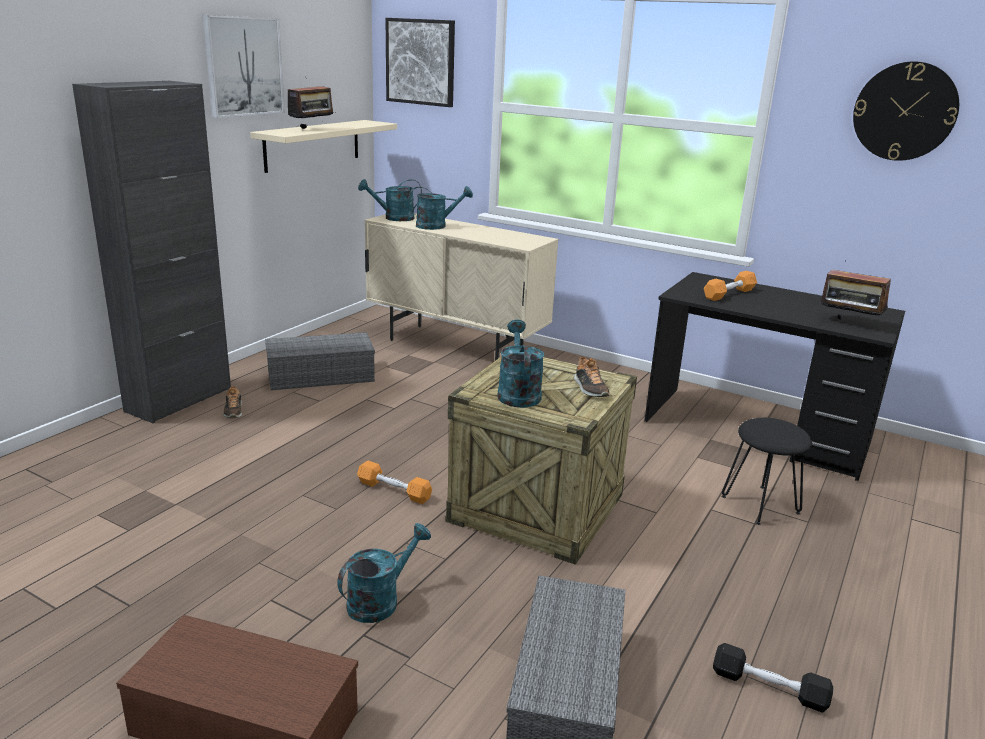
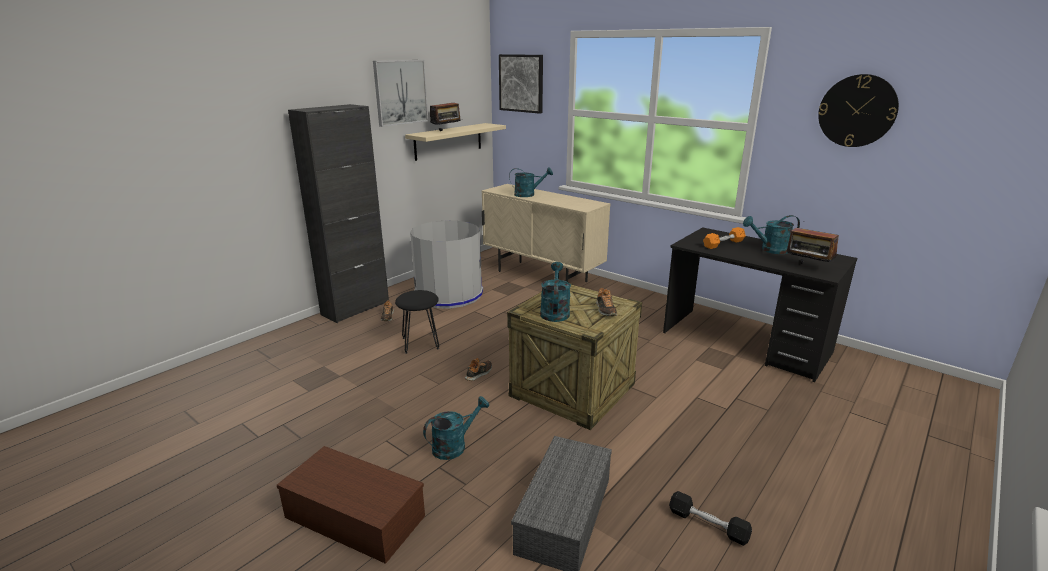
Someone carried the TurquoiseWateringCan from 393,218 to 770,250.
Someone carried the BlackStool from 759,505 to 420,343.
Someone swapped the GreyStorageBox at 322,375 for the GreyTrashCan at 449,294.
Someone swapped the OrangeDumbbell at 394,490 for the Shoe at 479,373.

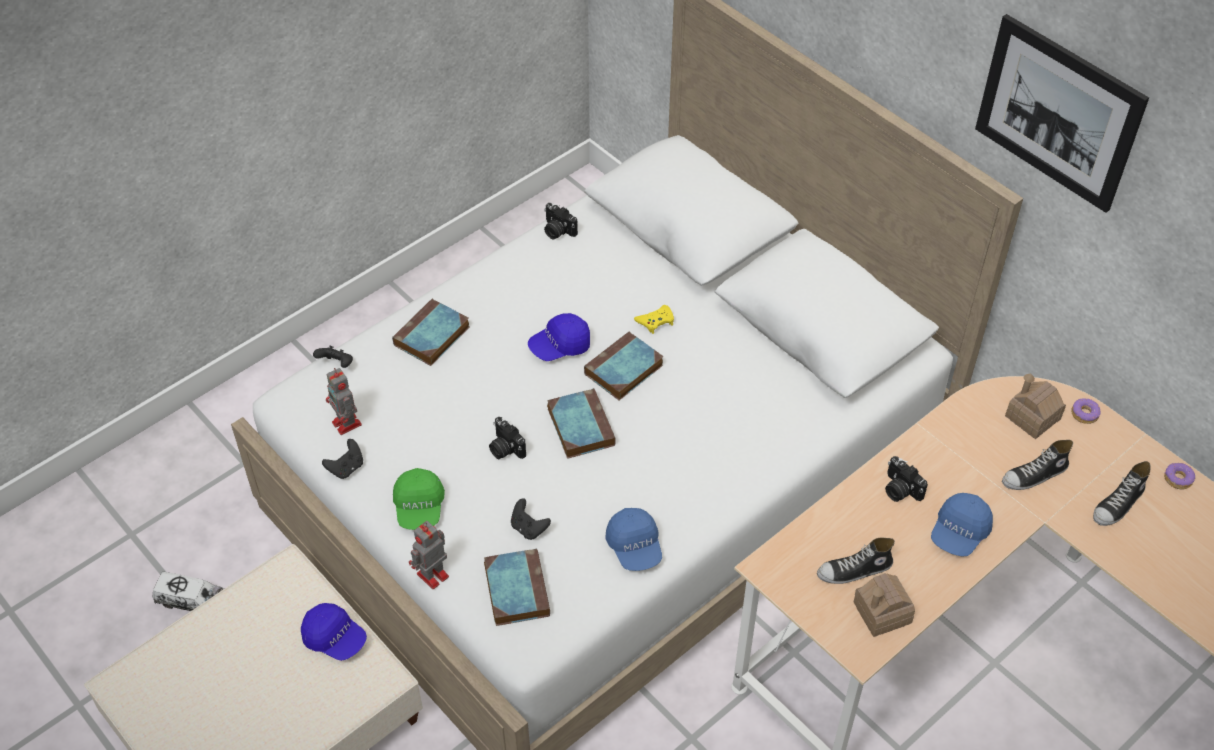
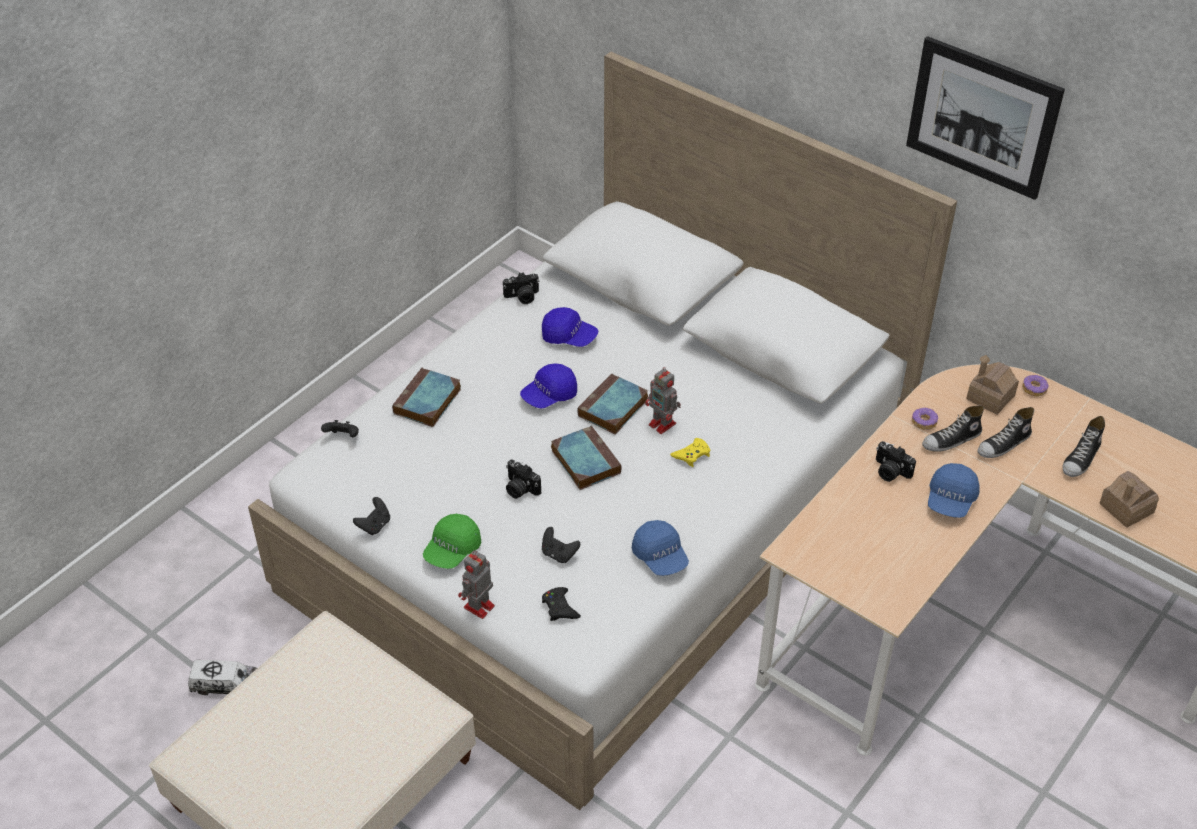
Someone carried the BlueCap from 335,638 to 569,337.
Someone carried the ToyRobot from 347,424 to 663,425.
Someone carried the YellowGameController from 656,321 to 692,455.
Someone carried the Shoe from 854,571 to 951,440.
Someone carried the ToyHouse from 882,612 to 1126,508.
Someone carried the Donut from 1177,479 to 923,422.
Someone swapped the Book at 516,589 for the BlackGameController at 560,607.
Someone rotated the GreenCap at 419,507 by 45 degrees clockwise.
Someone rotated the PhotoCamera at 557,230 by 45 degrees counterclockwise.

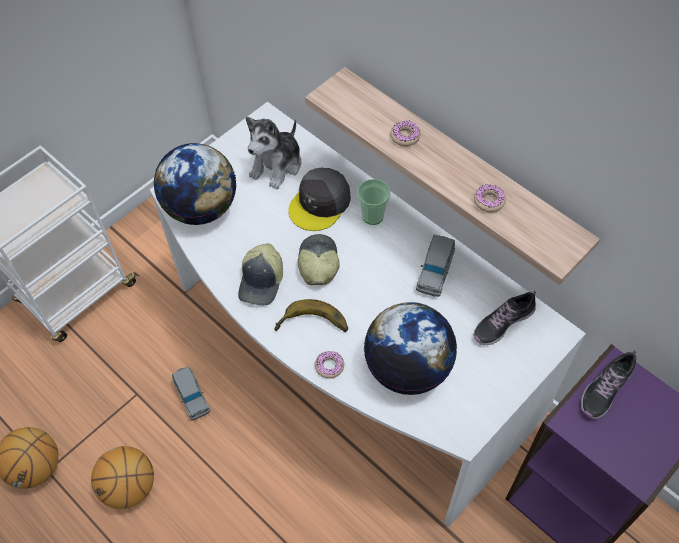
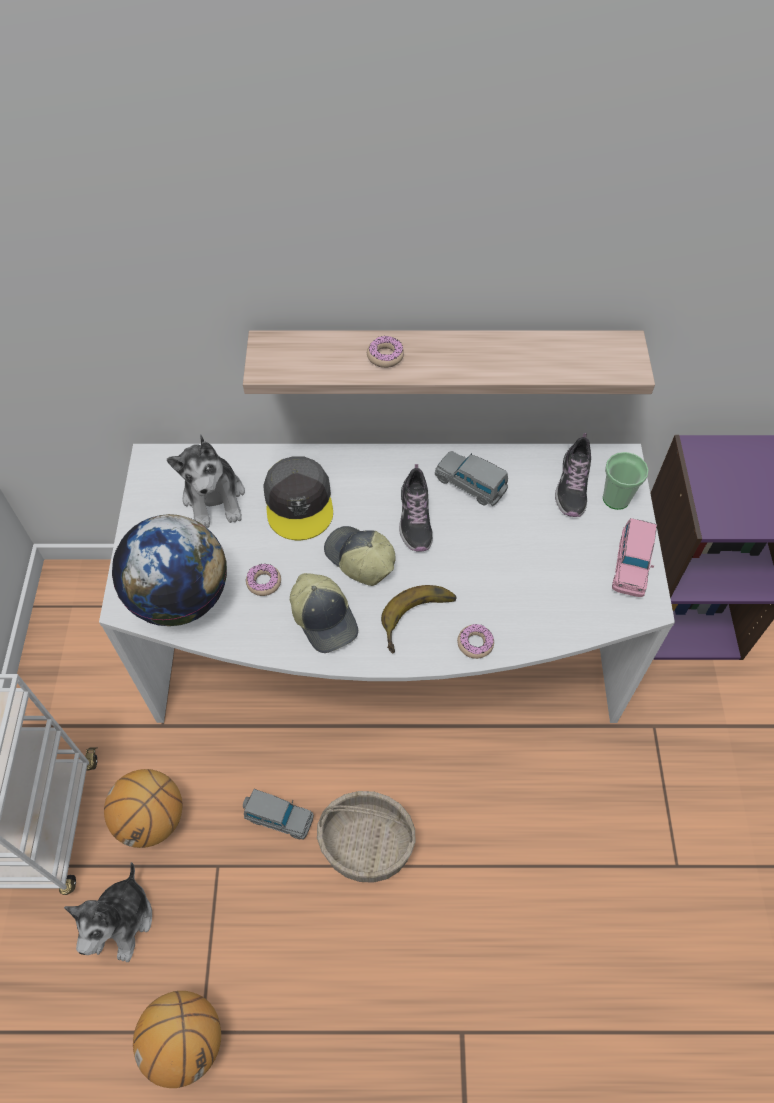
Someone took away the Globe at 408,368.
Someone put down the PlushToy at 122,921.
Someone put down the Basket at 368,845.
Someone put down the PinkToyCar at 631,565.
Someone carried the Basketball from 129,487 to 152,818.
Someone carried the Cup from 373,216 to 616,498.
Someone carried the Donut from 489,201 to 264,582.
Someone carried the Shoe from 605,389 to 415,518.
Someone rotated the GreyToyCar at 435,272 by 150 degrees clockwise.

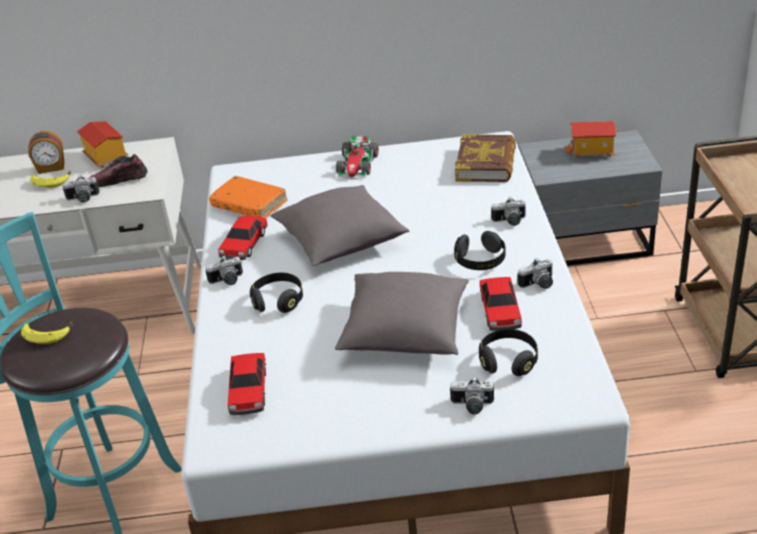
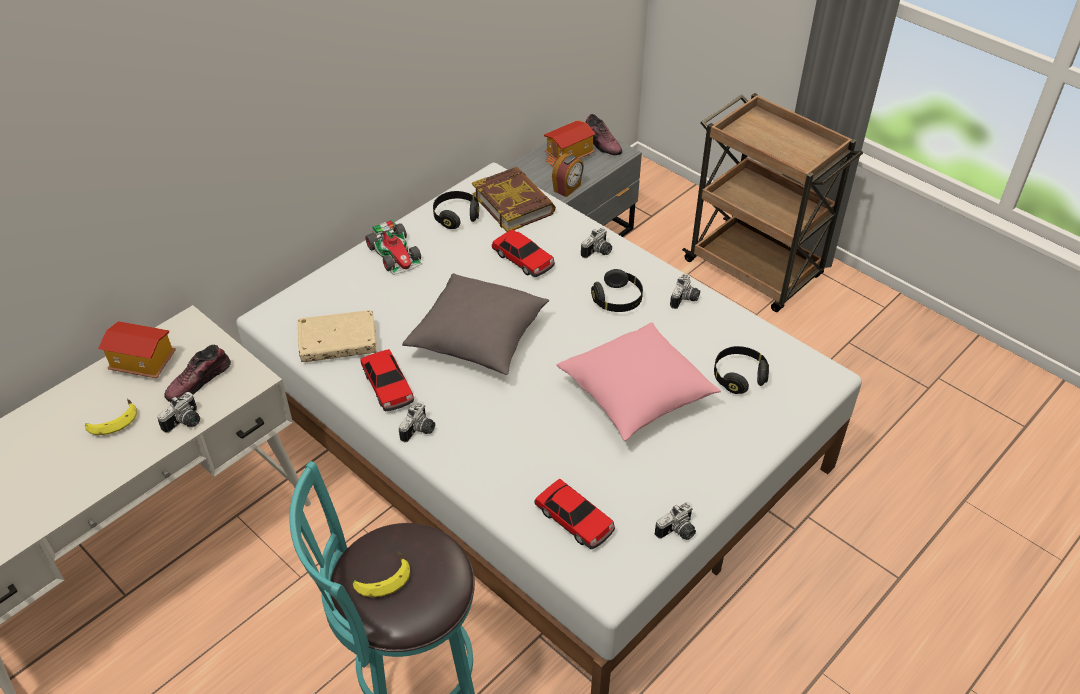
Someone put down the Shoe at 601,143.
Someone carried the AlarmClock from 51,168 to 567,188.
Someone carried the BlackHeadphones from 278,301 to 456,216.
Someone carried the PhotoCamera from 472,406 to 678,532.
Someone carried the ToyCar from 500,311 to 523,260.
Someone repainted the OrangeBook at 249,205, which became the BeigeBook at 338,343.
Someone repainted the GreyPillow at 405,333, which became the PinkPillow at 636,396.

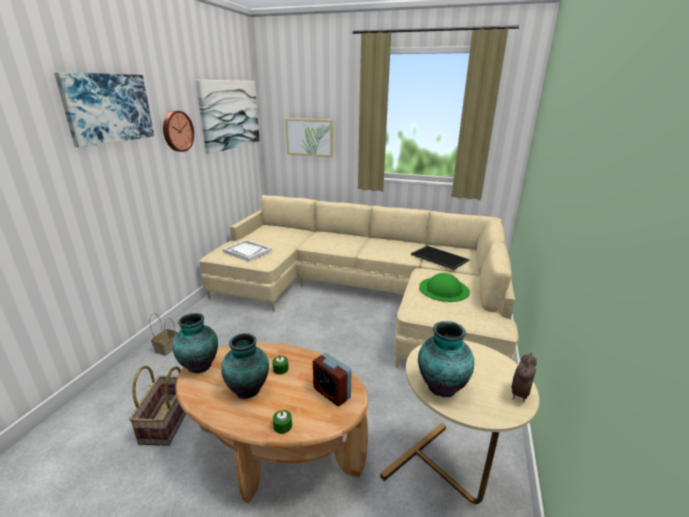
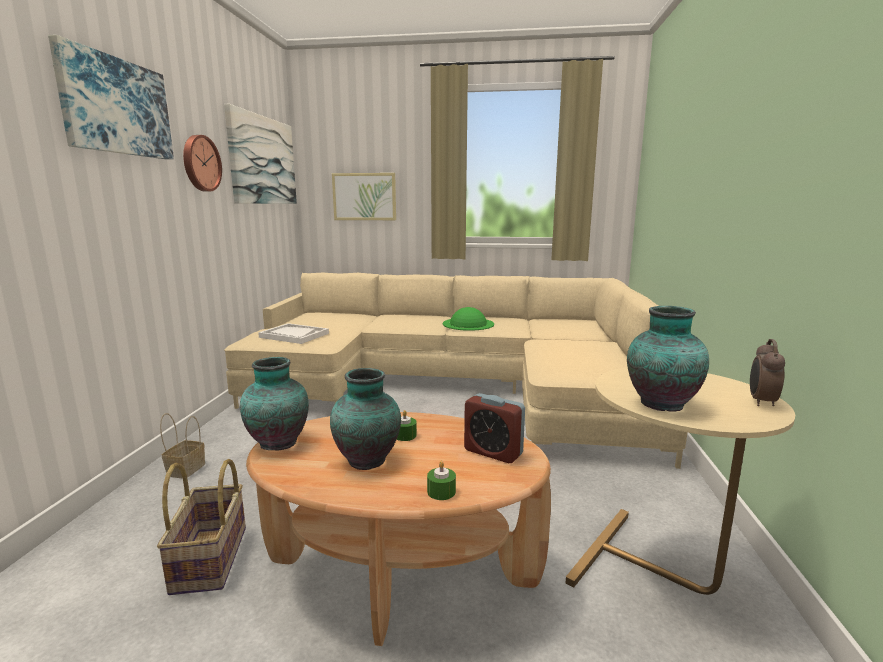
Someone took away the Tray at 438,257.
Someone carried the GreenHat from 444,289 to 468,324.

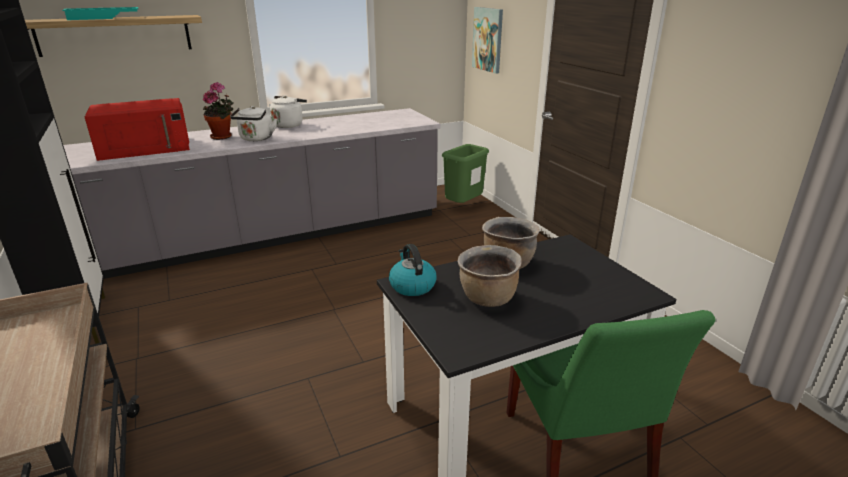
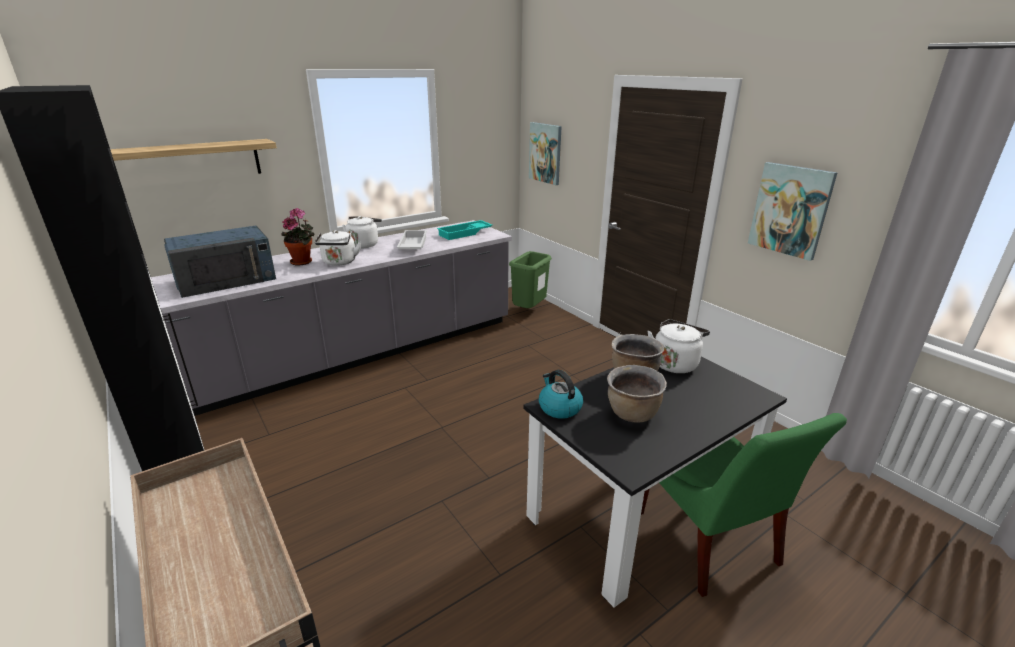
Someone put down the WhiteTray at 412,245.
Someone put down the WhiteKettle at 675,363.
Someone put up the Picture at 790,210.
Someone carried the TurquoiseTray from 103,18 to 465,233.
Someone repainted the RedMicrowave at 146,148, which became the BlueMicrowave at 227,279.

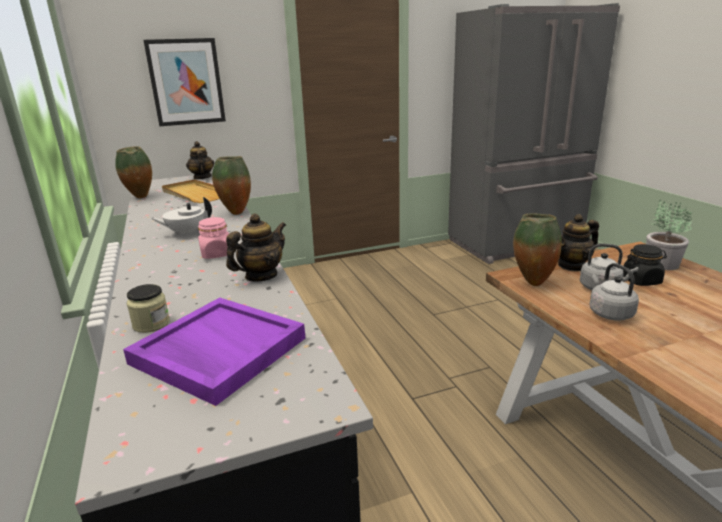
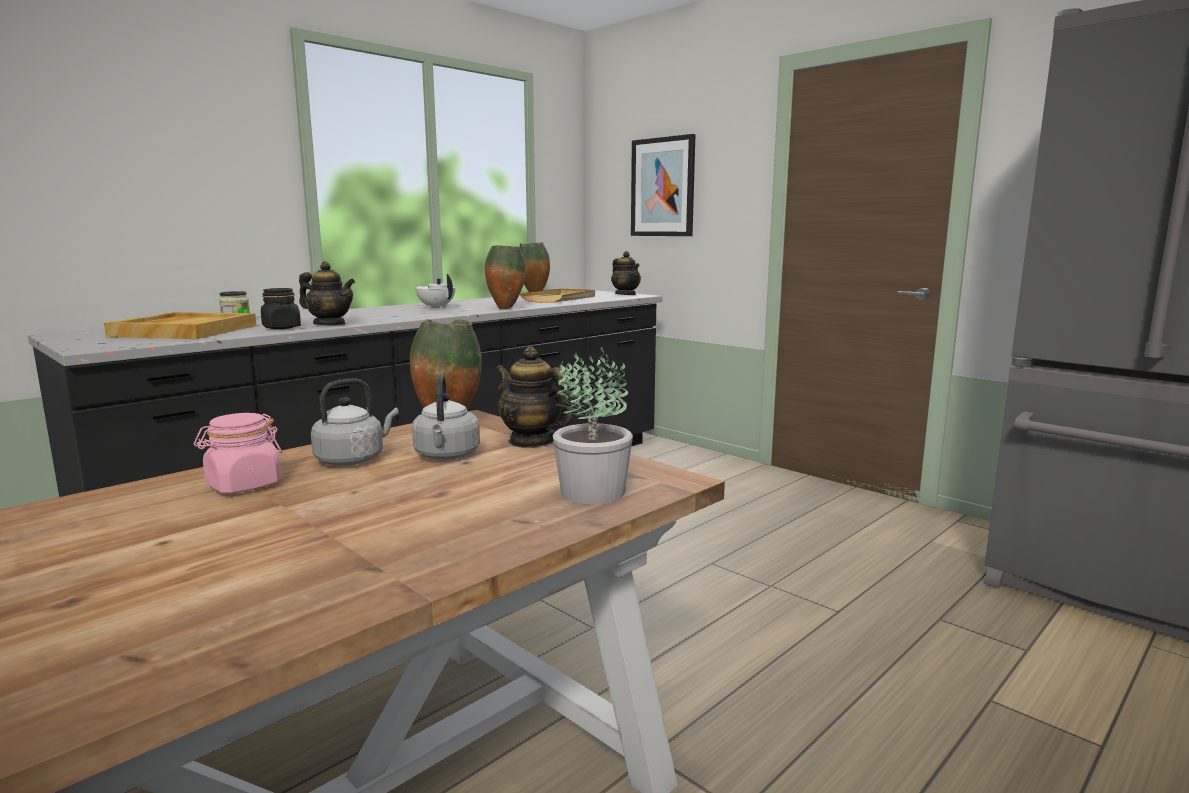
Someone carried the PinkJar from 216,254 to 243,485.
Someone carried the BlackJar from 641,280 to 281,328.
Someone repainted the PurpleTray at 217,351, which became the BeigeTray at 185,331.
Someone rotated the Teapot at 202,177 by 105 degrees clockwise.

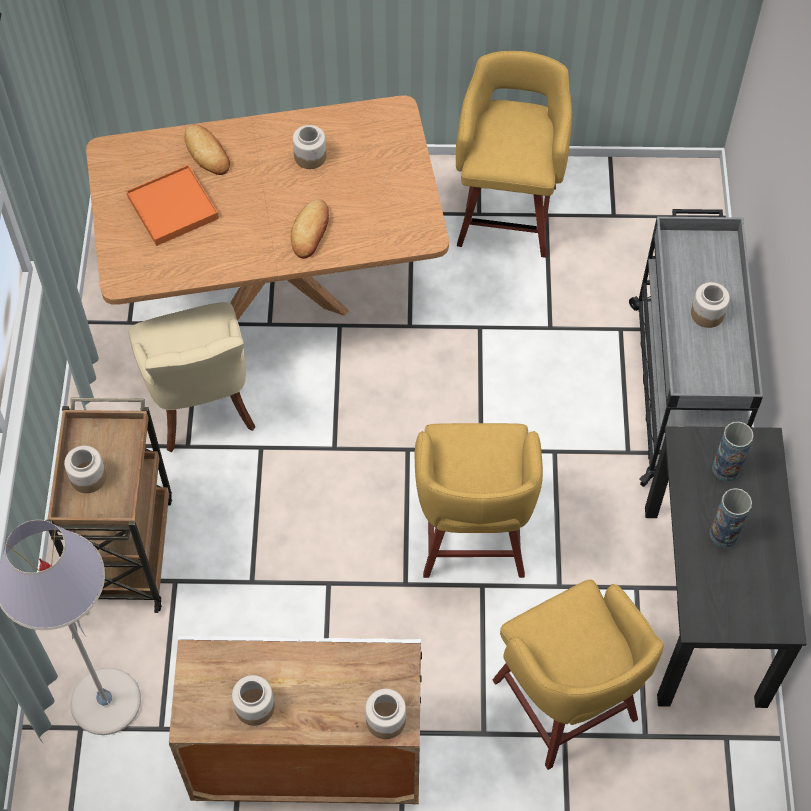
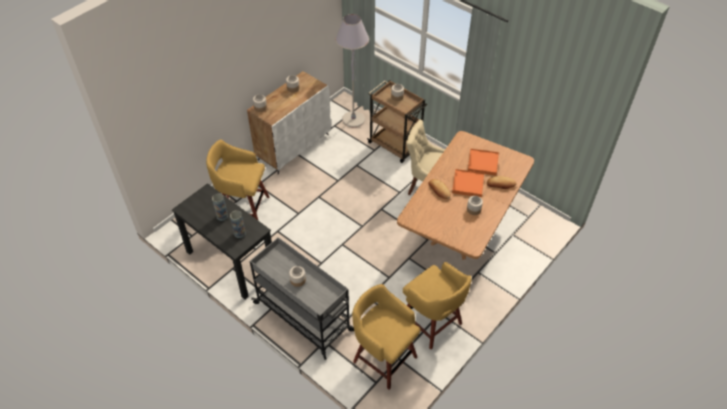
Someone put down the OrangeTray at 467,184.
Someone carried the YellowStool from 472,536 to 383,358.

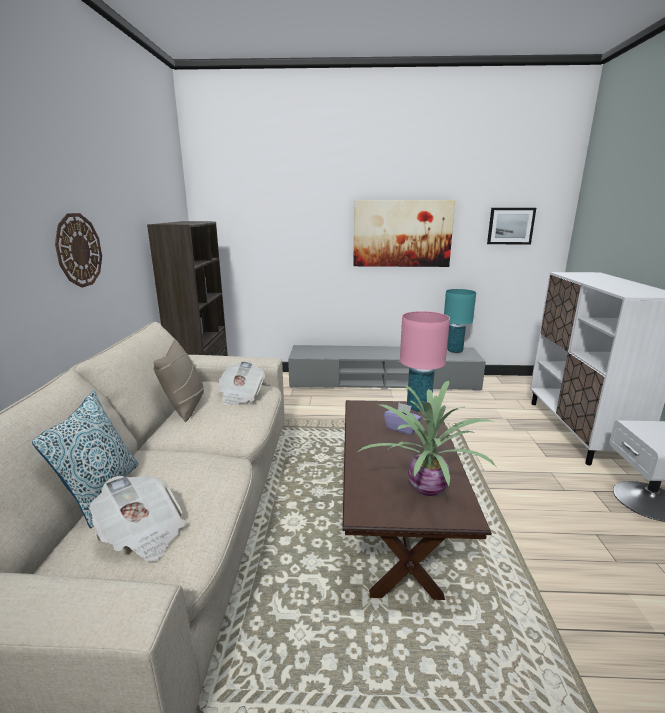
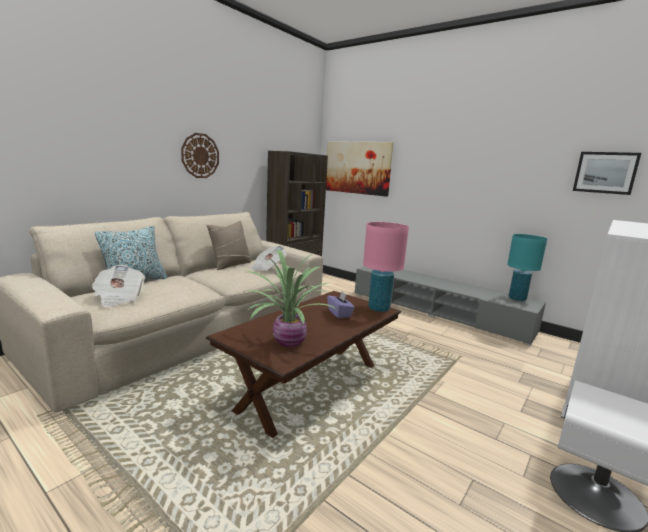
Someone carried the Picture from 402,233 to 357,167.

